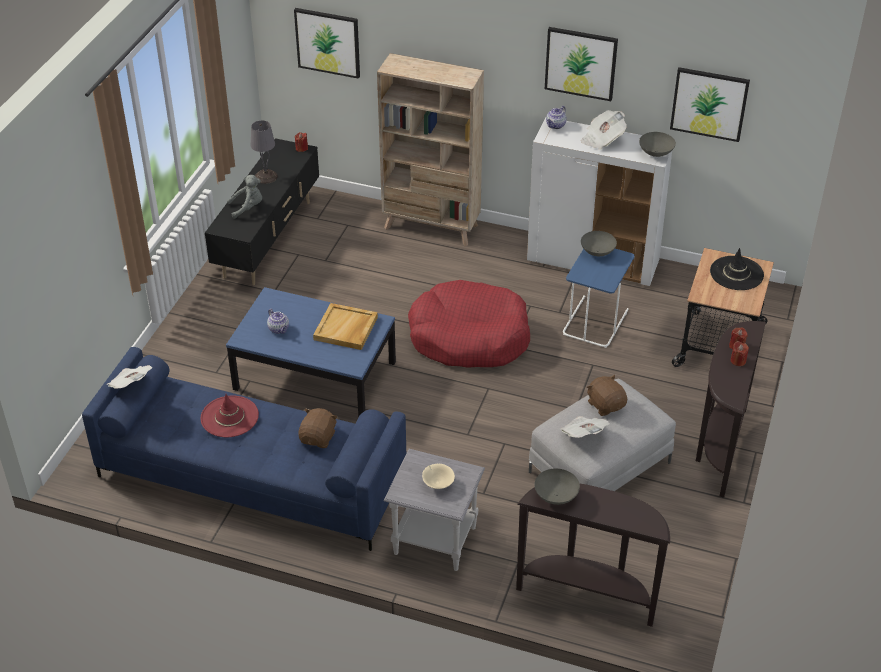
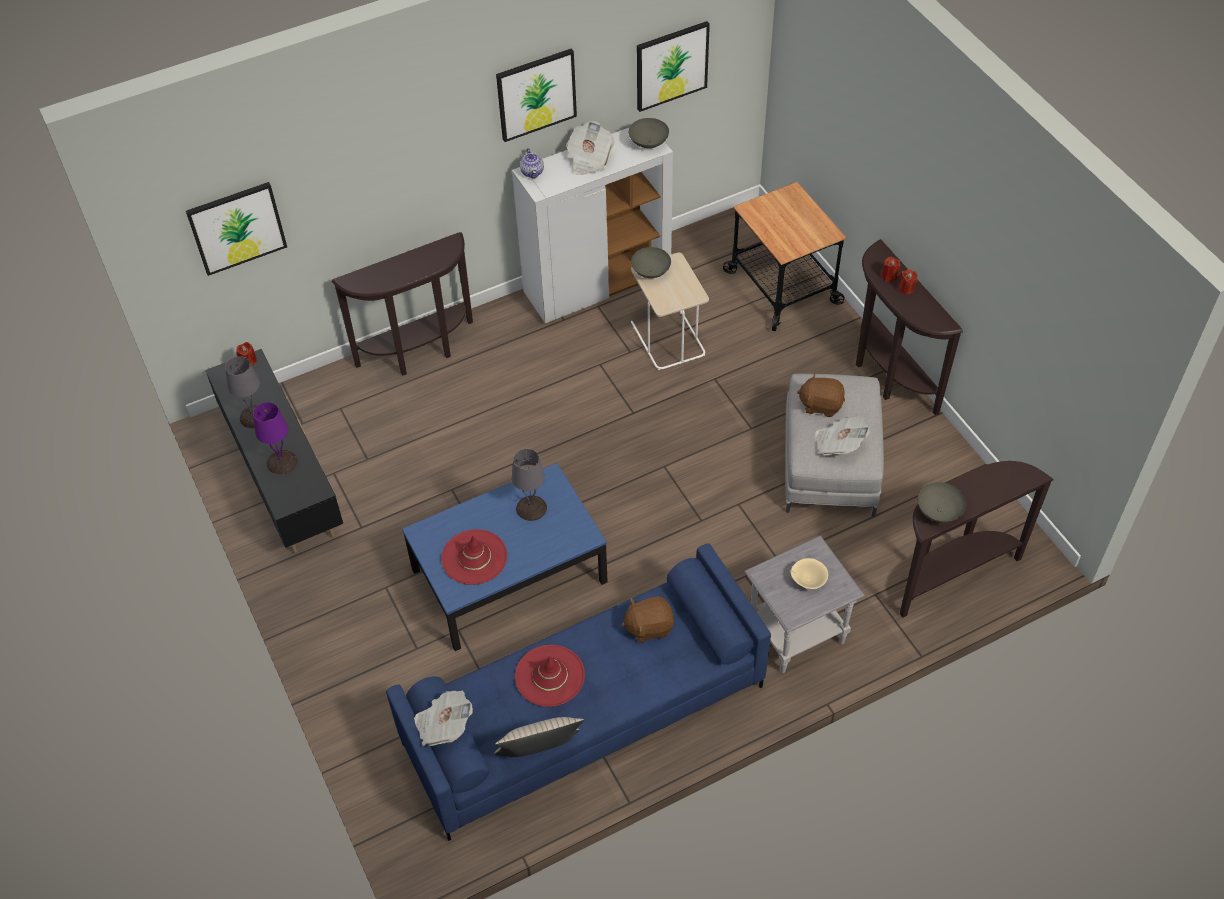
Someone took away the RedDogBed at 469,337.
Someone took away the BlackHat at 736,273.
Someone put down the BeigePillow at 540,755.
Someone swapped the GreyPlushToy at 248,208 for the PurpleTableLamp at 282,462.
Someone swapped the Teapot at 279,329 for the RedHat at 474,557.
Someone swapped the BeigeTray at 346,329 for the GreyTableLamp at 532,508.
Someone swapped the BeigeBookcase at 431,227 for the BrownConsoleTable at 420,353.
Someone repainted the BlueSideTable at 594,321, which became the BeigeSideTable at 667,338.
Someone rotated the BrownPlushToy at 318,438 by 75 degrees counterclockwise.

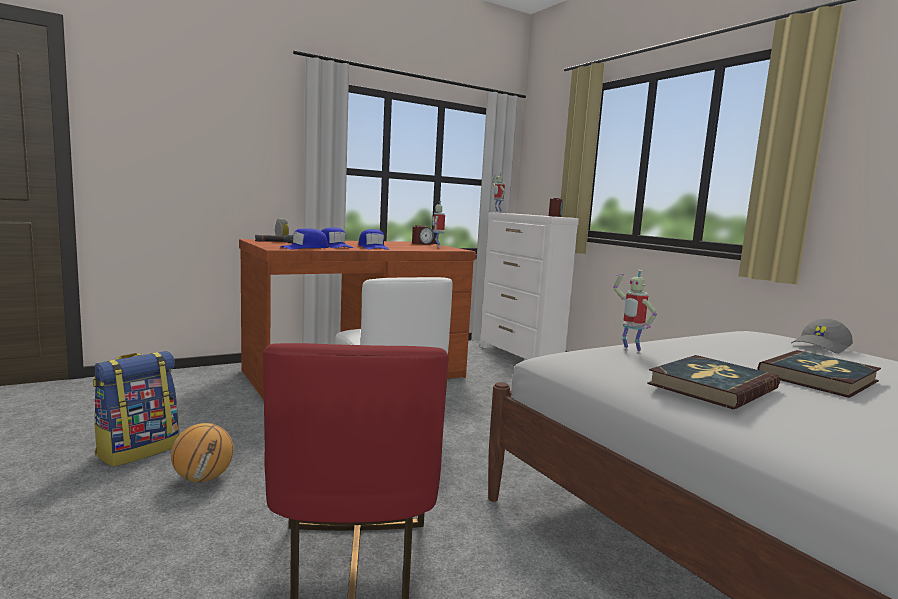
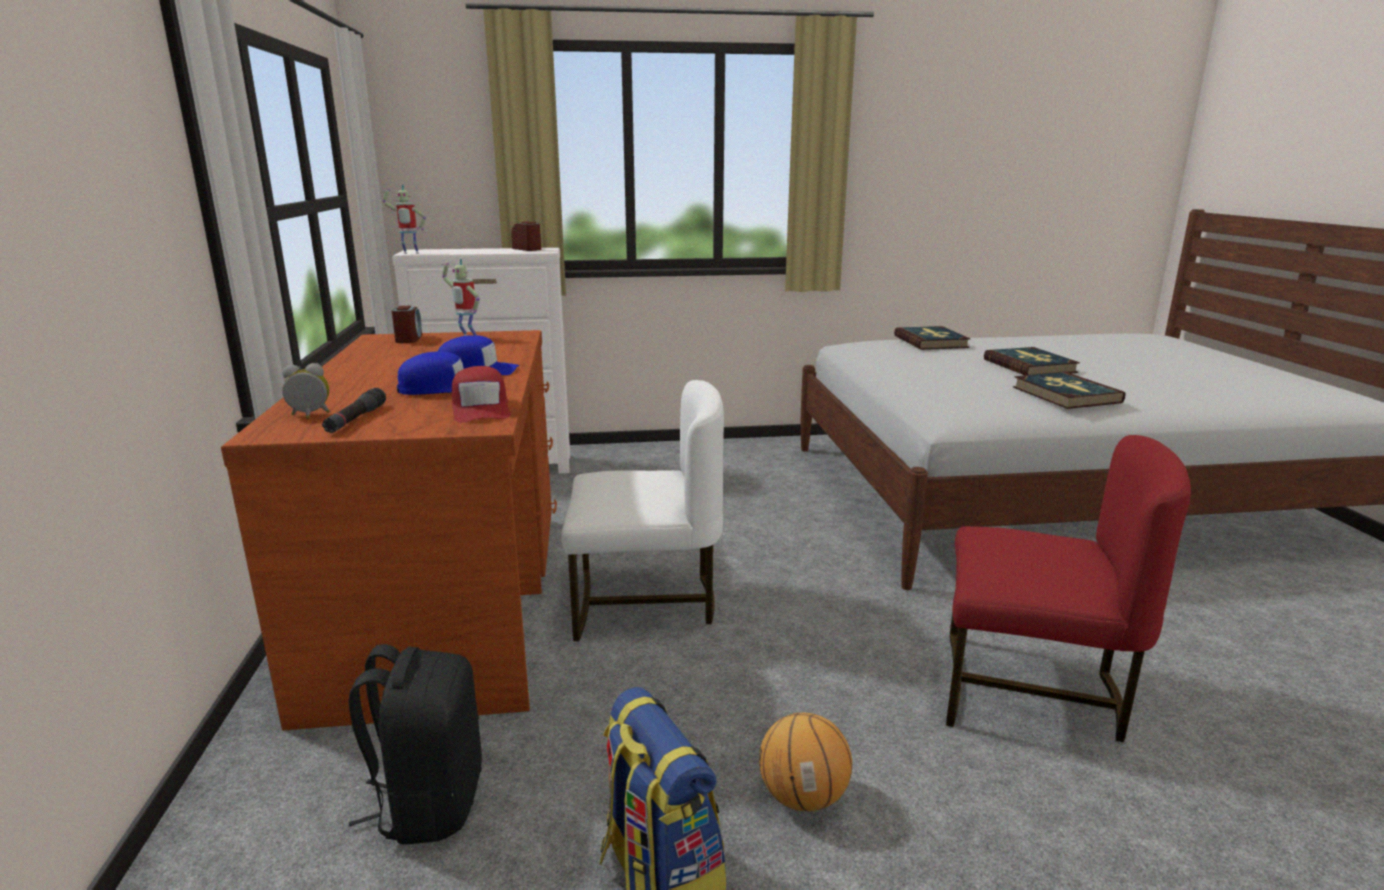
Someone took away the ToyRobot at 629,352.
Someone put down the BlackBackpack at 429,802.
Someone swapped the GreyCap at 821,347 for the Book at 931,342.
Someone repainted the BlueCap at 305,248, which became the RedCap at 481,408.

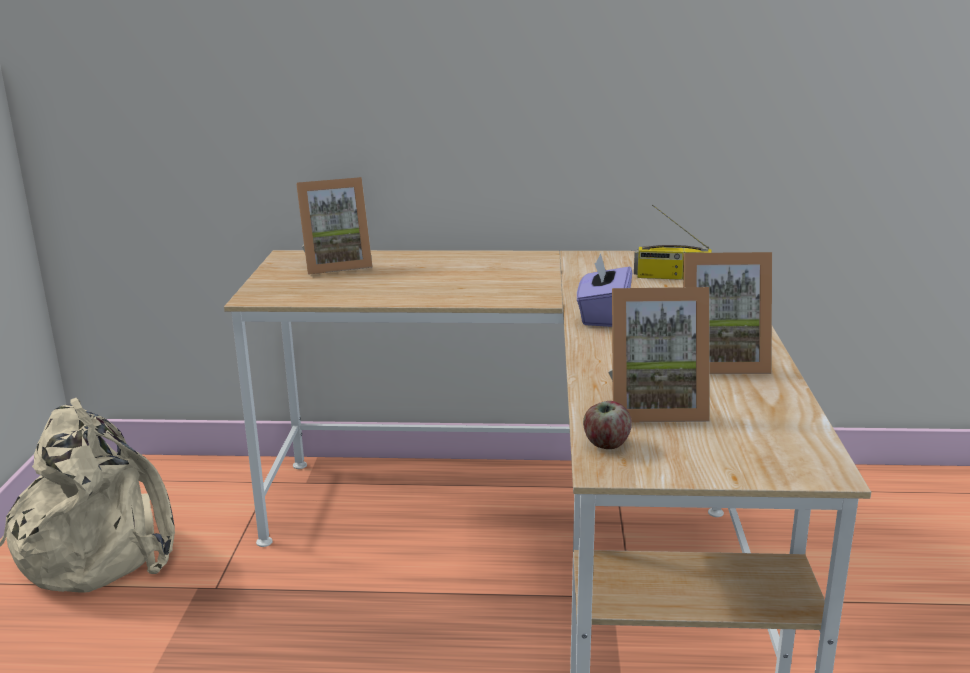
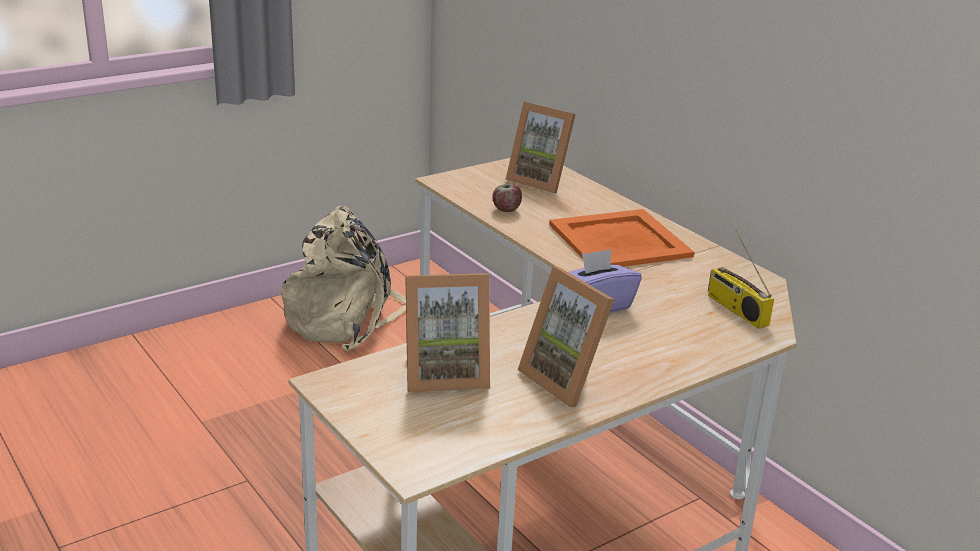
Someone put down the OrangeTray at 618,240.
Someone carried the Apple from 606,444 to 506,209.
Someone rotated the PictureFrame at 654,407 by 60 degrees counterclockwise.

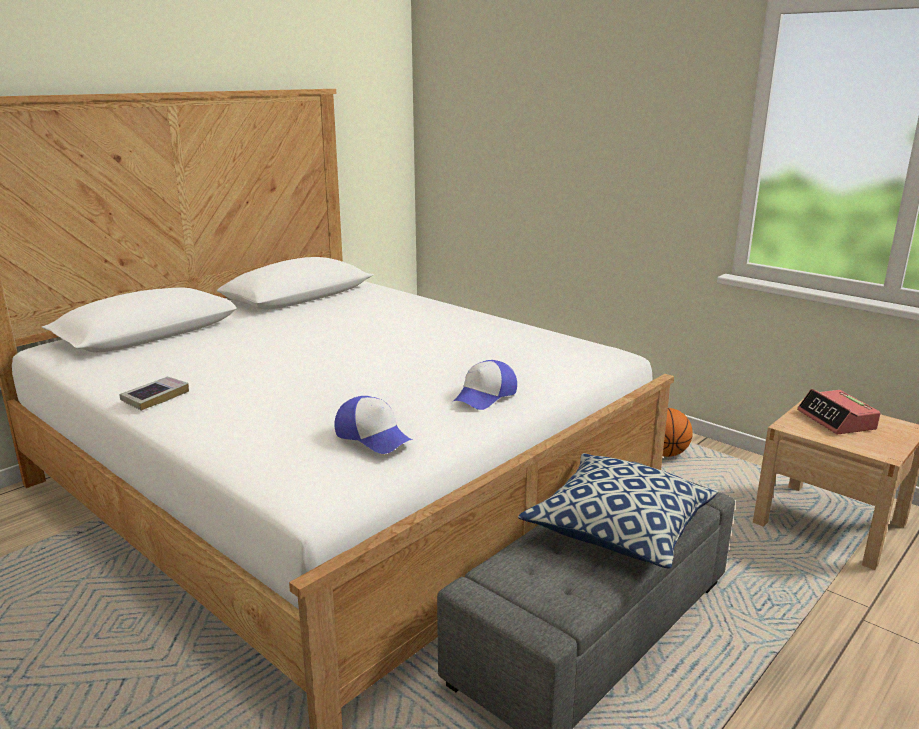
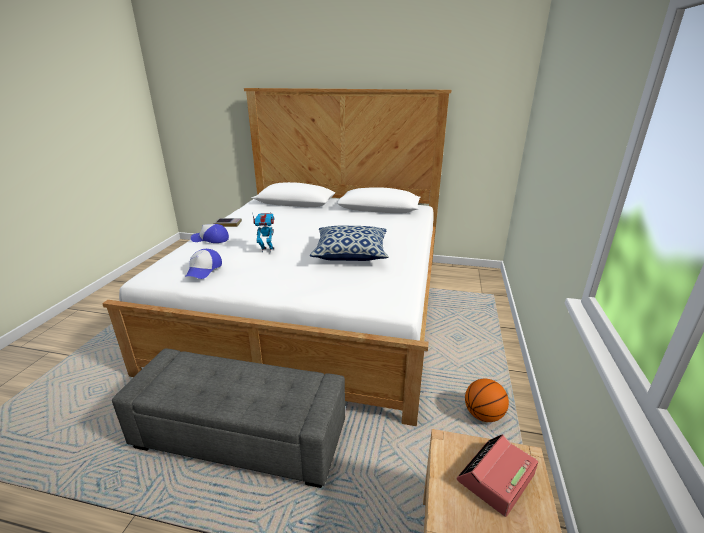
Someone put down the ToyRobot at 267,250.
Someone carried the Cap from 485,396 to 210,239.
Someone carried the Pillow from 618,528 to 351,254.

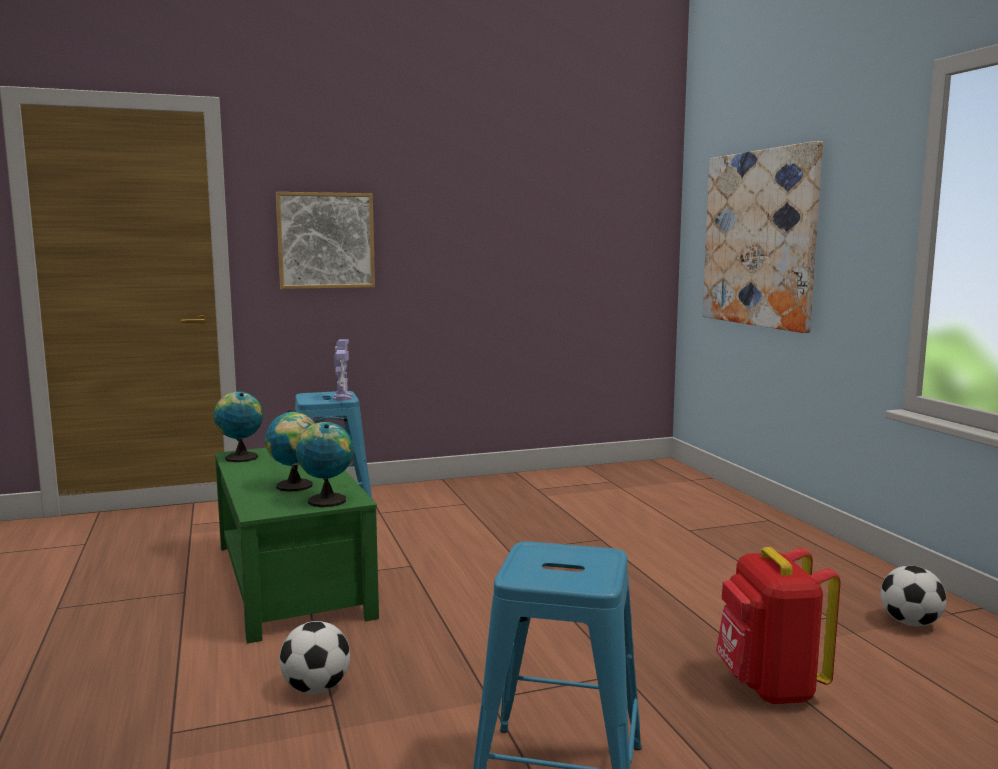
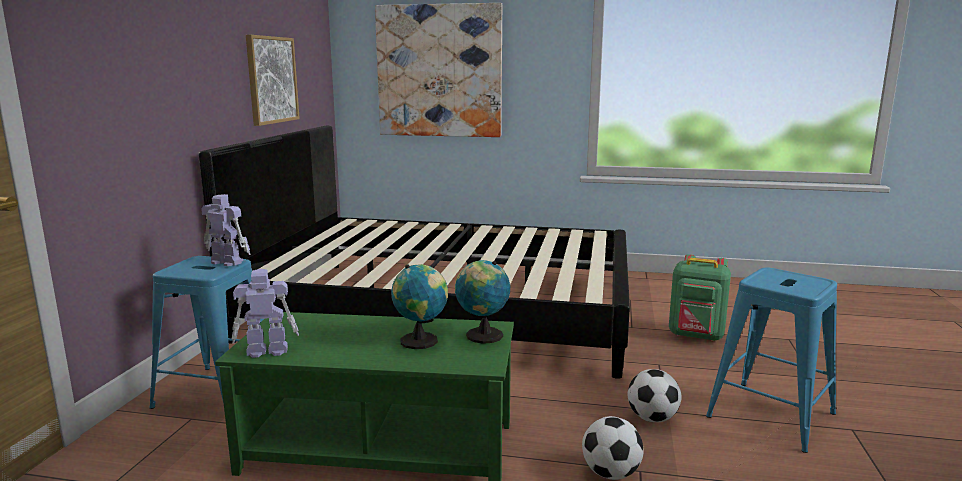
Someone put down the BlackBed at 445,309.
Someone carried the Picture from 326,240 to 271,80.
Someone carried the Football from 910,623 to 652,418.
Someone swapped the Globe at 240,457 for the ToyRobot at 266,351.
Someone repainted the RedBackpack at 769,687, which became the GreenBackpack at 696,336.

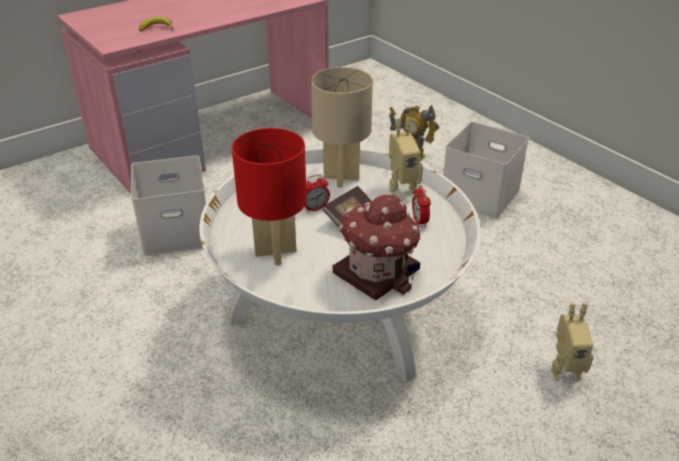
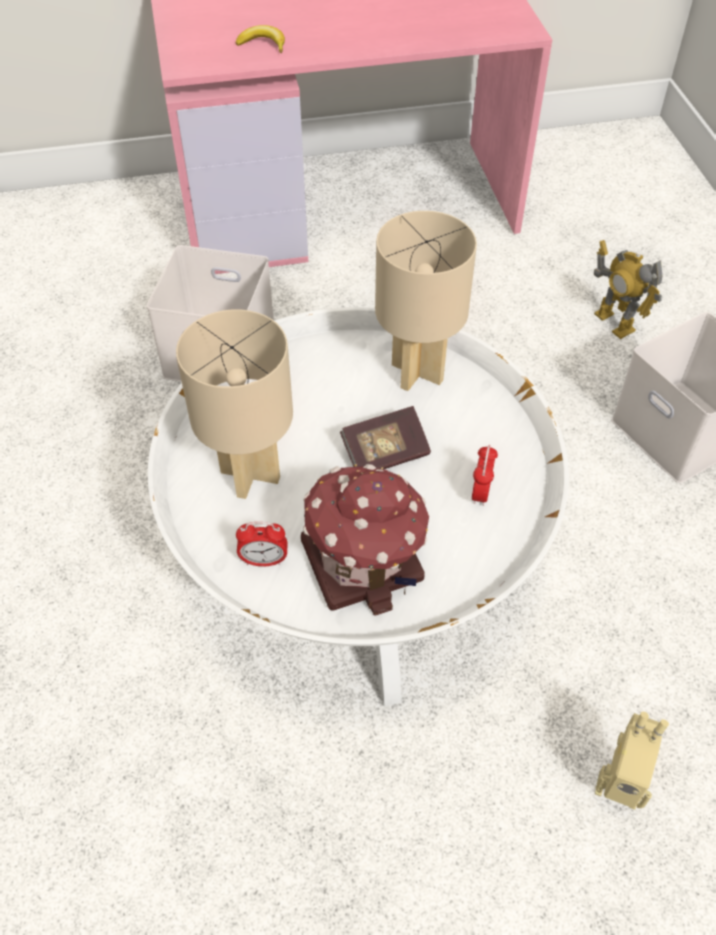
Someone took away the ToyRobot at 401,189.
Someone carried the AlarmClock from 315,208 to 264,560.
Someone repainted the RedTableLamp at 274,252, which became the BeigeTableLamp at 249,475.

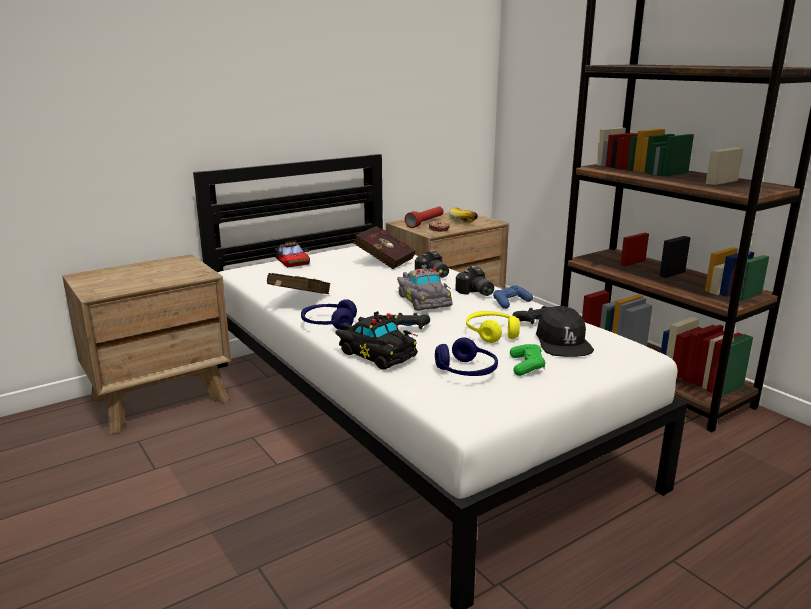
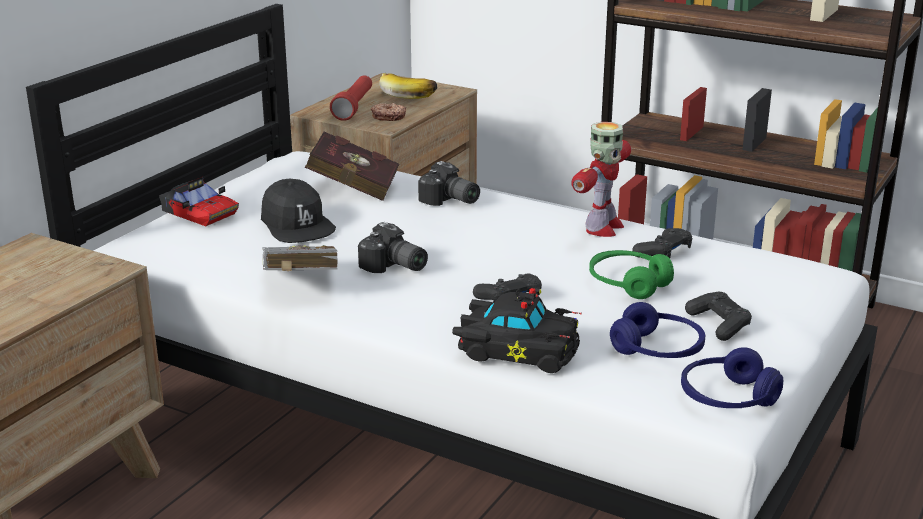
Someone took away the GreyToyCar at 424,300.
Someone carried the BlueHeadphones from 328,324 to 727,398.
Someone carried the PhotoCamera from 475,293 to 394,267.
Someone carried the BlackCap from 562,343 to 296,225.
Someone swapped the BlueGameController at 511,302 for the ToyRobot at 602,228.
Someone repainted the RedBook at 298,301, which became the GreyBook at 299,286.
Someone repainted the YellowHeadphones at 492,333, which became the GreenHeadphones at 628,284.
Someone repainted the GreenGameController at 526,366, which became the BlackGameController at 719,324.

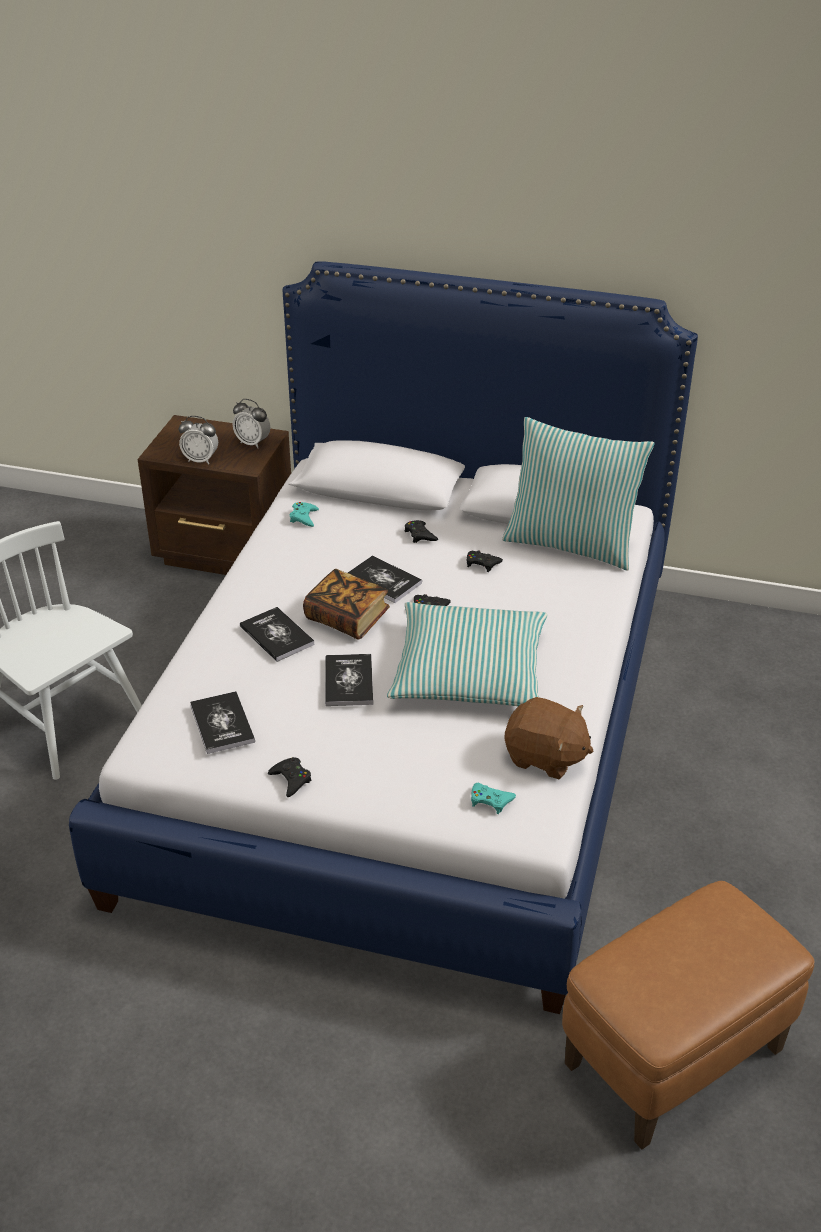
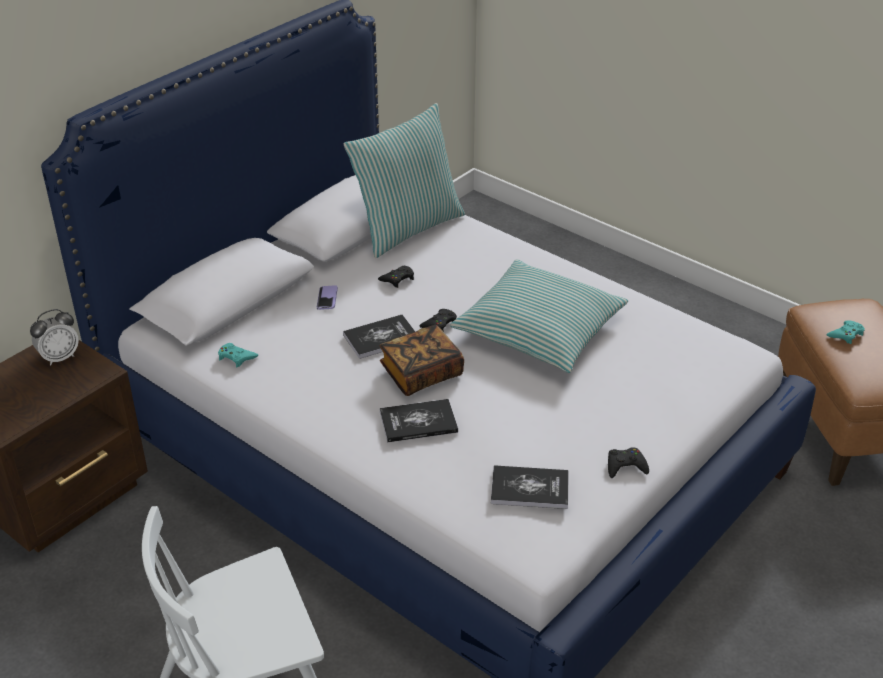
Someone took away the AlarmClock at 200,460.
Someone took away the Book at 349,681.
Someone took away the BrownPlushToy at 545,757.
Someone carried the TurquoiseGameController from 490,800 to 846,334.
Someone swapped the BlackGameController at 420,535 for the Phone at 327,298.

